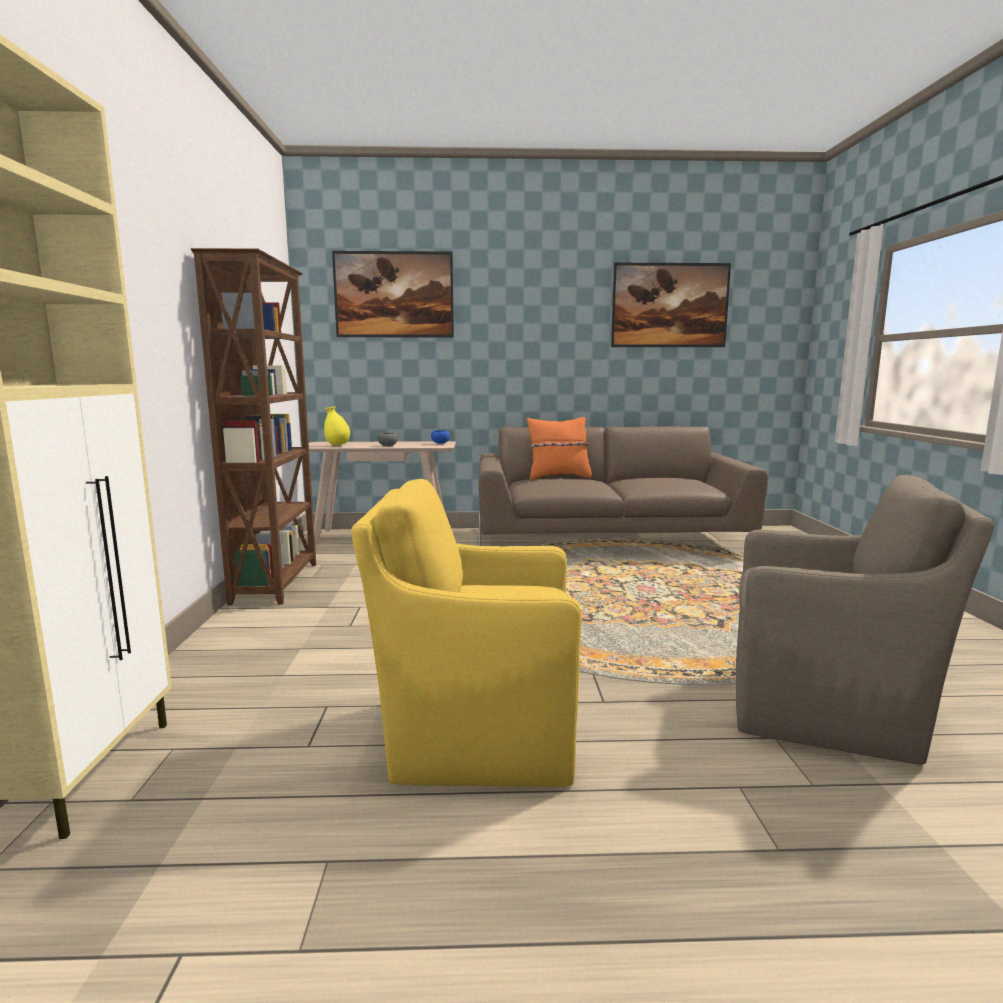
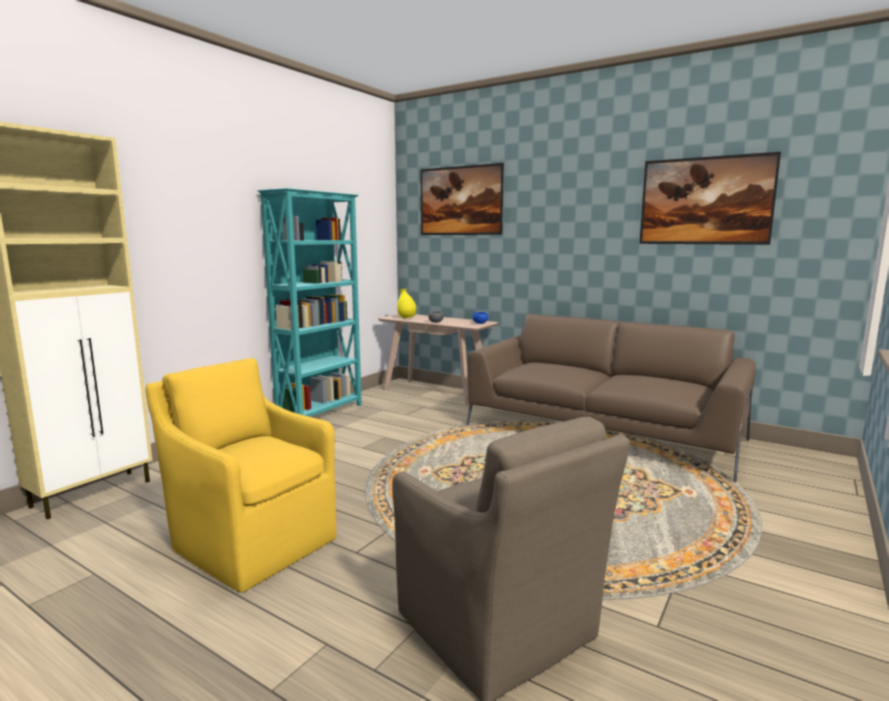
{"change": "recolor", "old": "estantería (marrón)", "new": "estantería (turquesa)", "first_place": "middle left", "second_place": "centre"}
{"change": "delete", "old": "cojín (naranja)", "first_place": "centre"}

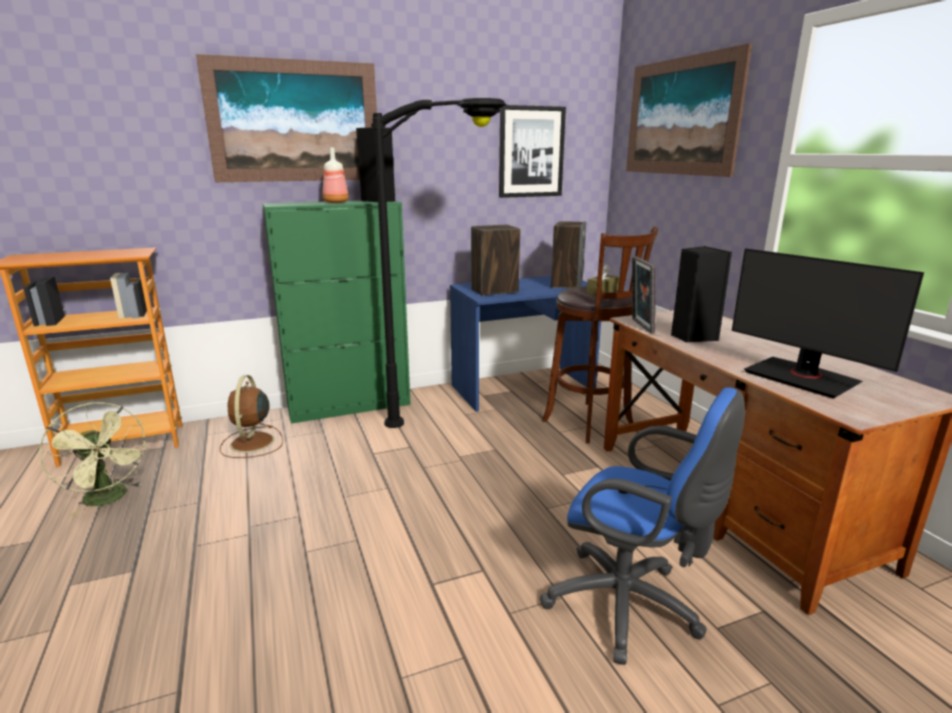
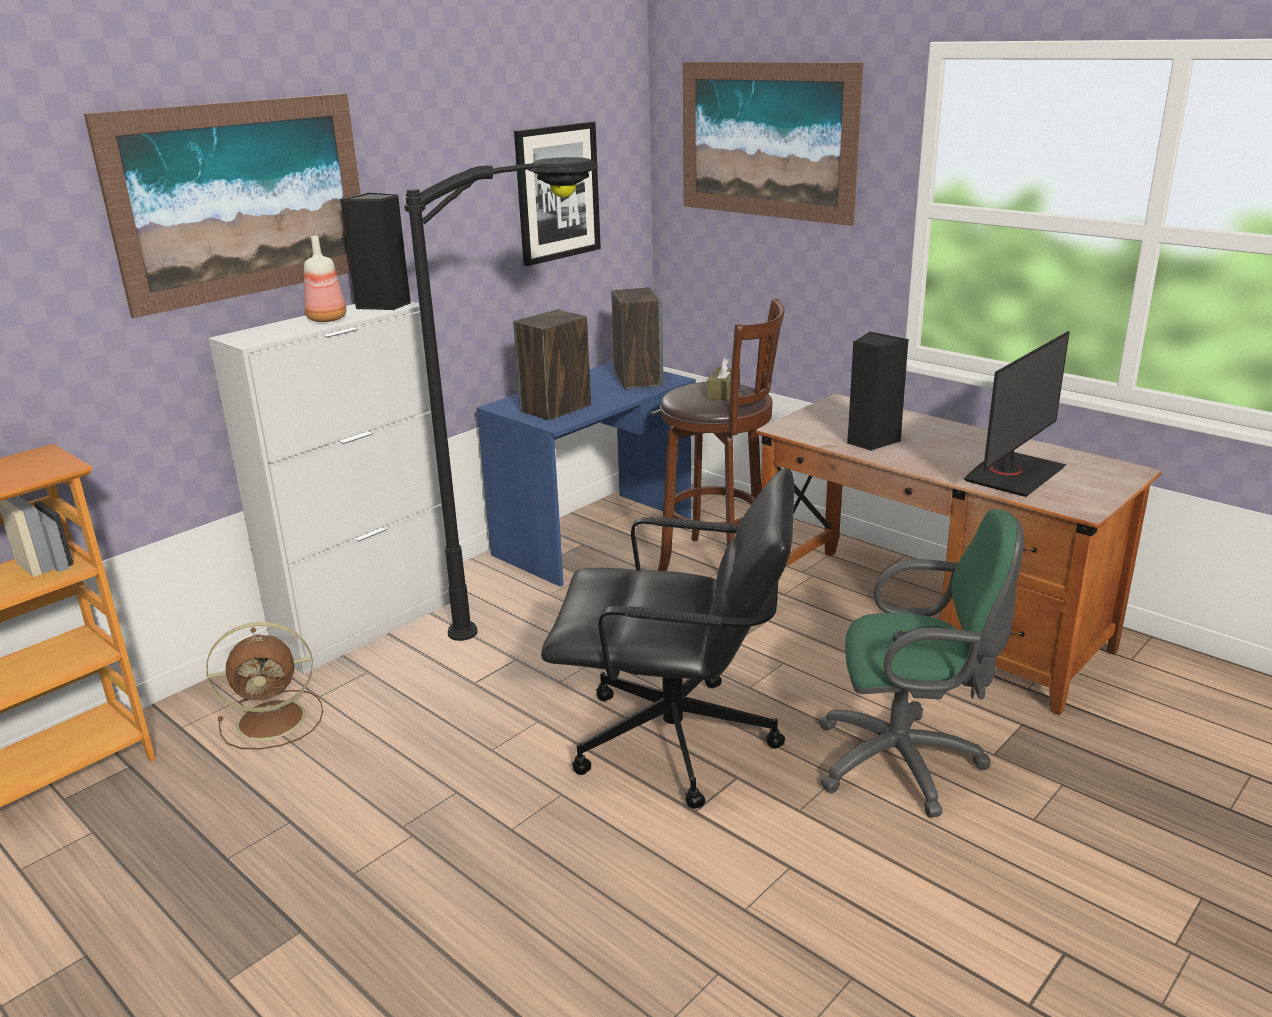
{"change": "recolor", "old": "armario (verde)", "new": "armario (blanco)", "first_place": "centre", "second_place": "middle left"}
{"change": "rotate", "old": "monitor", "first_place": "middle right", "second_place": "middle right", "degrees": -75}
{"change": "delete", "old": "portarretratos", "first_place": "middle right"}
{"change": "rotate", "old": "ventilador (marrón)", "first_place": "middle left", "second_place": "bottom left", "degrees": -75}
{"change": "recolor", "old": "silla de oficina (azul)", "new": "silla de oficina (verde)", "first_place": "bottom right", "second_place": "middle right"}
{"change": "delete", "old": "ventilador (verde)", "first_place": "middle left"}
{"change": "insert", "new": "silla de oficina (negro)", "second_place": "centre"}

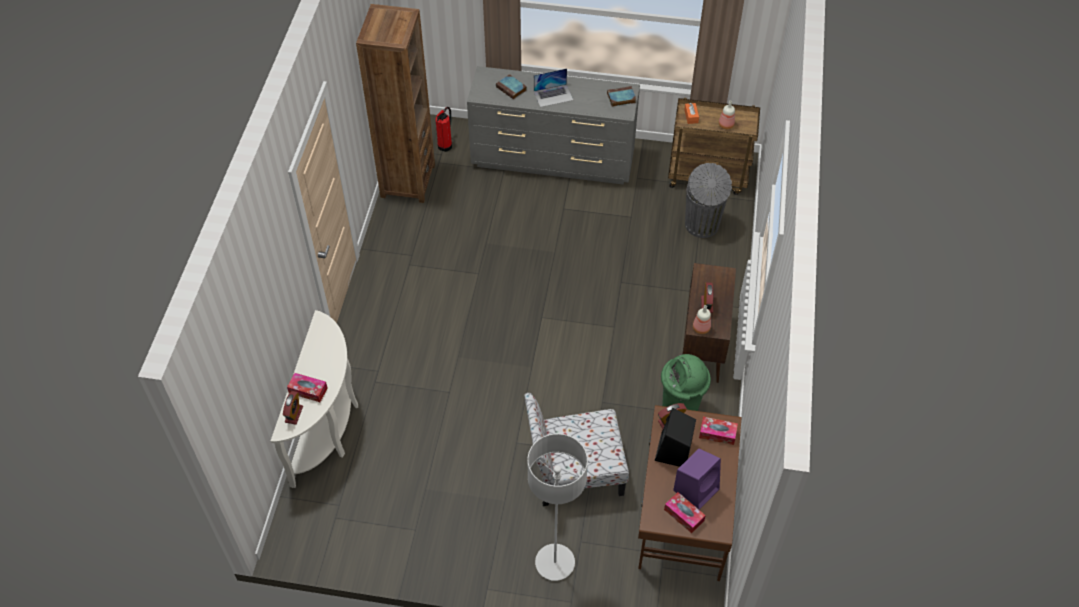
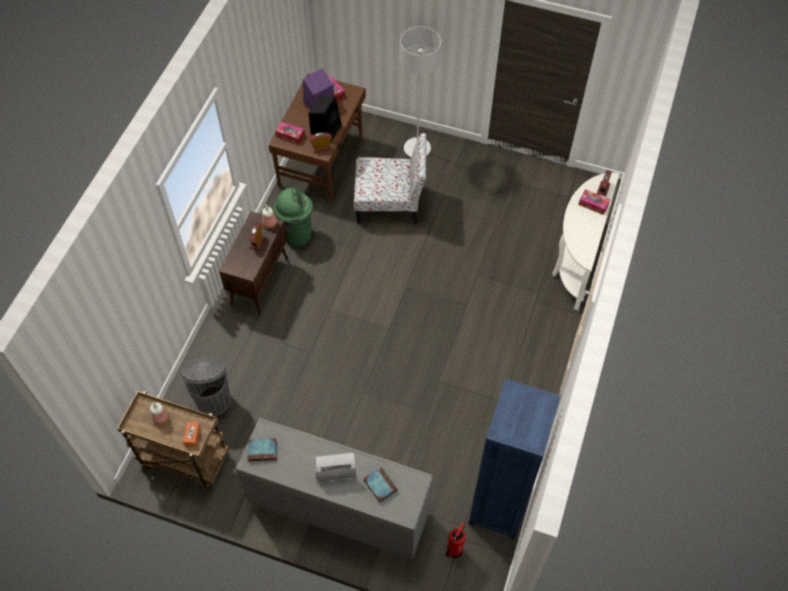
{"change": "recolor", "old": "estantería (marrón)", "new": "estantería (azul)", "first_place": "top centre", "second_place": "bottom centre"}

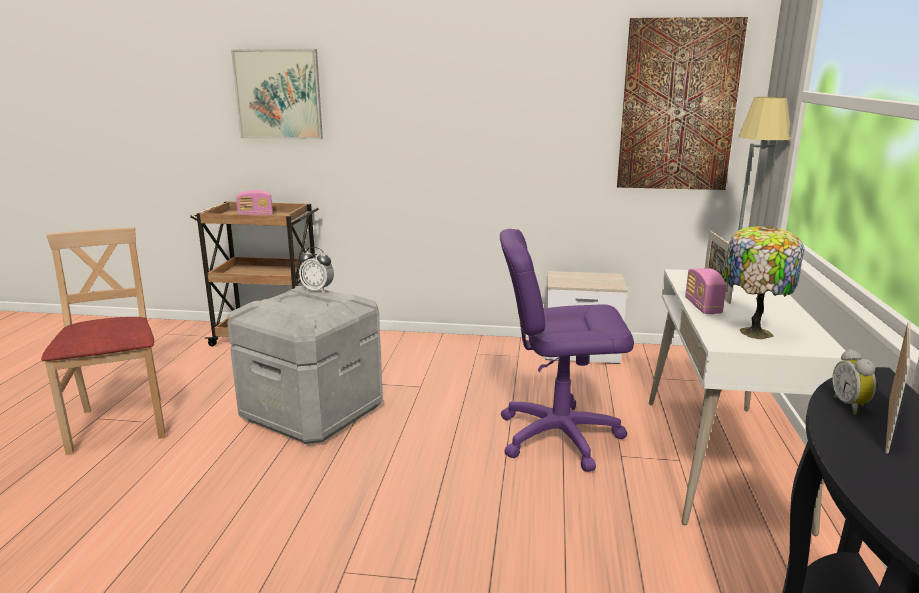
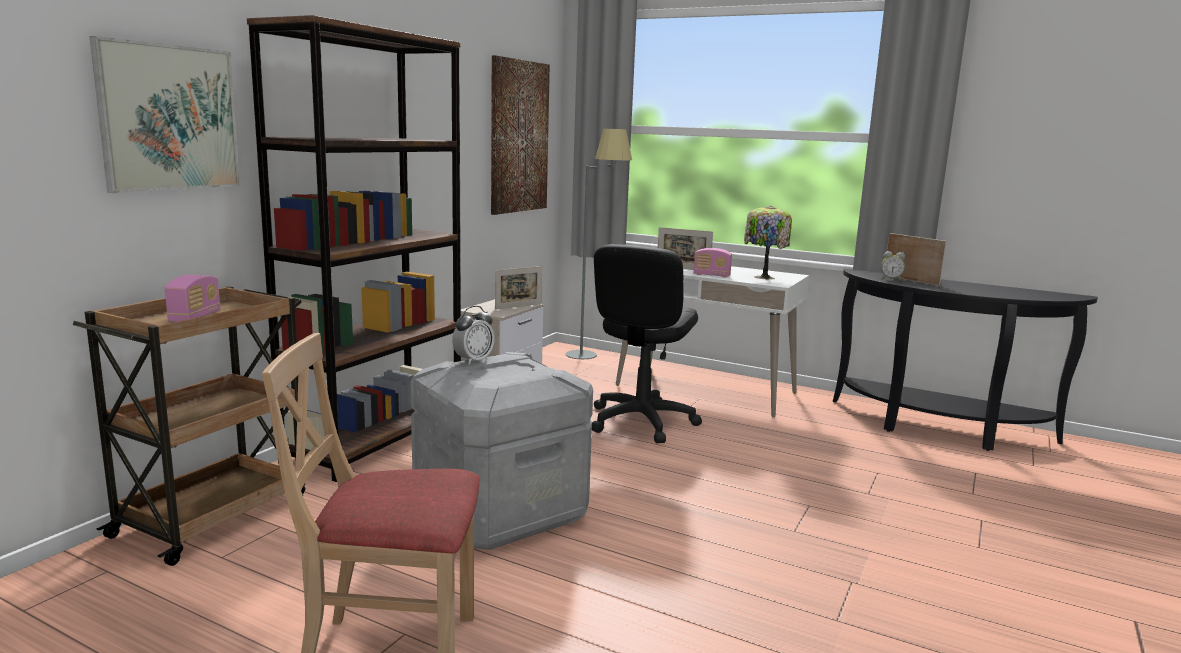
{"change": "recolor", "old": "silla de oficina (morado)", "new": "silla de oficina (negro)", "first_place": "centre", "second_place": "centre"}
{"change": "insert", "new": "estantería (marrón)", "second_place": "middle left"}
{"change": "insert", "new": "portarretratos (1st from left)", "second_place": "centre"}

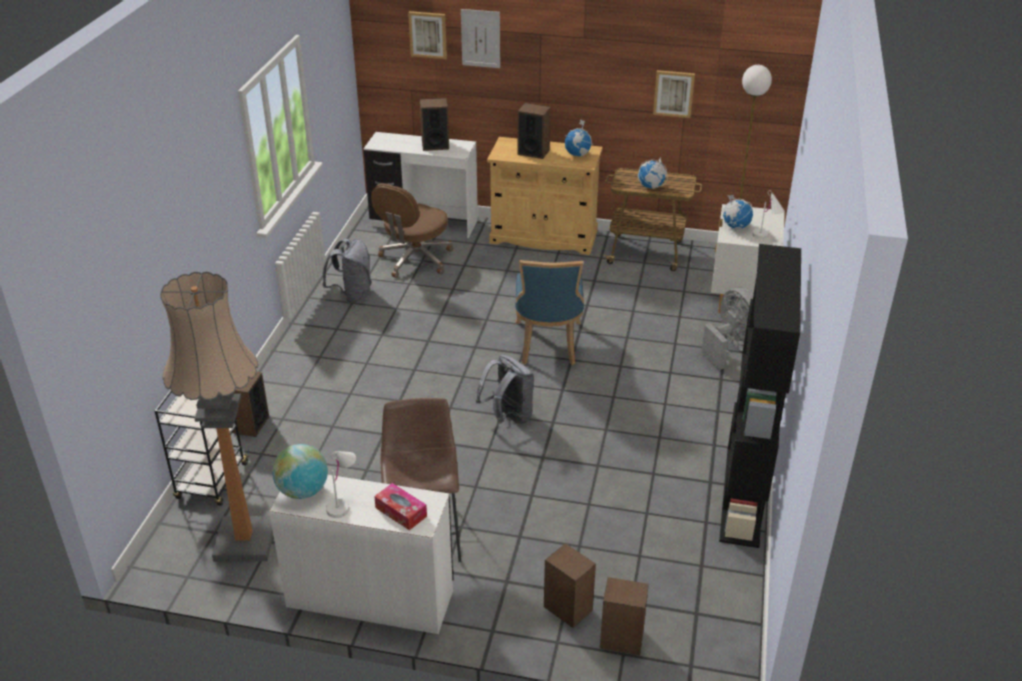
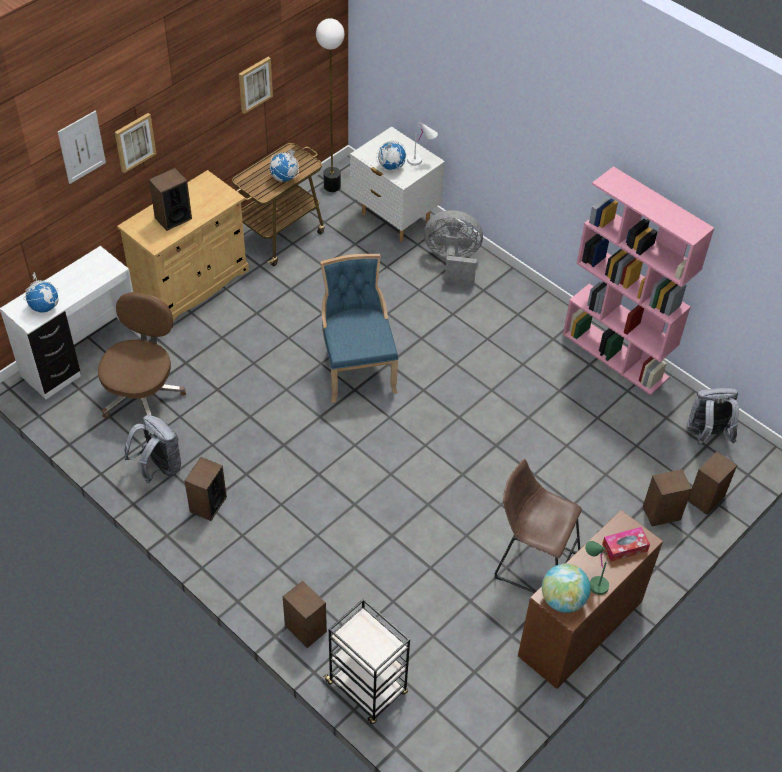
{"change": "move", "old": "cuadro (1st from left in the first image)", "new": "cuadro (2nd from left)", "first_place": "top centre", "second_place": "top left"}
{"change": "move", "old": "altavoz (2nd from left)", "first_place": "top centre", "second_place": "middle left"}
{"change": "move", "old": "globo terráqueo (2nd from left in the first image)", "new": "globo terráqueo (1st from left)", "first_place": "top centre", "second_place": "middle left"}
{"change": "rotate", "old": "silla de oficina (marrón)", "first_place": "centre", "second_place": "middle left", "degrees": -135}
{"change": "recolor", "old": "estantería (negro)", "new": "estantería (rosa)", "first_place": "middle right", "second_place": "middle right"}
{"change": "rotate", "old": "silla (azul)", "first_place": "centre", "second_place": "centre", "degrees": -135}
{"change": "delete", "old": "lámpara de pie (1st from left)", "first_place": "middle left"}
{"change": "move", "old": "mochila (gris) (2nd from left)", "first_place": "centre", "second_place": "middle right"}
{"change": "recolor", "old": "lámpara de mesa (blanco) (1st from left)", "new": "lámpara de mesa (verde)", "first_place": "bottom centre", "second_place": "bottom right"}
{"change": "recolor", "old": "escritorio (blanco) (1st from left)", "new": "escritorio (marrón)", "first_place": "bottom centre", "second_place": "bottom right"}

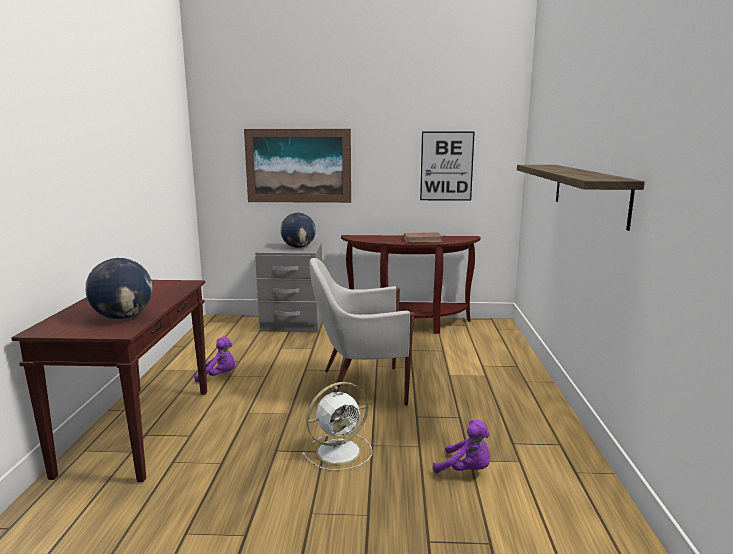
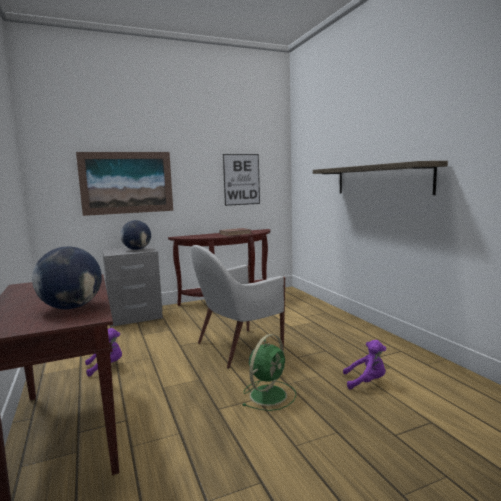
{"change": "recolor", "old": "ventilador (blanco)", "new": "ventilador (verde)", "first_place": "bottom centre", "second_place": "bottom centre"}

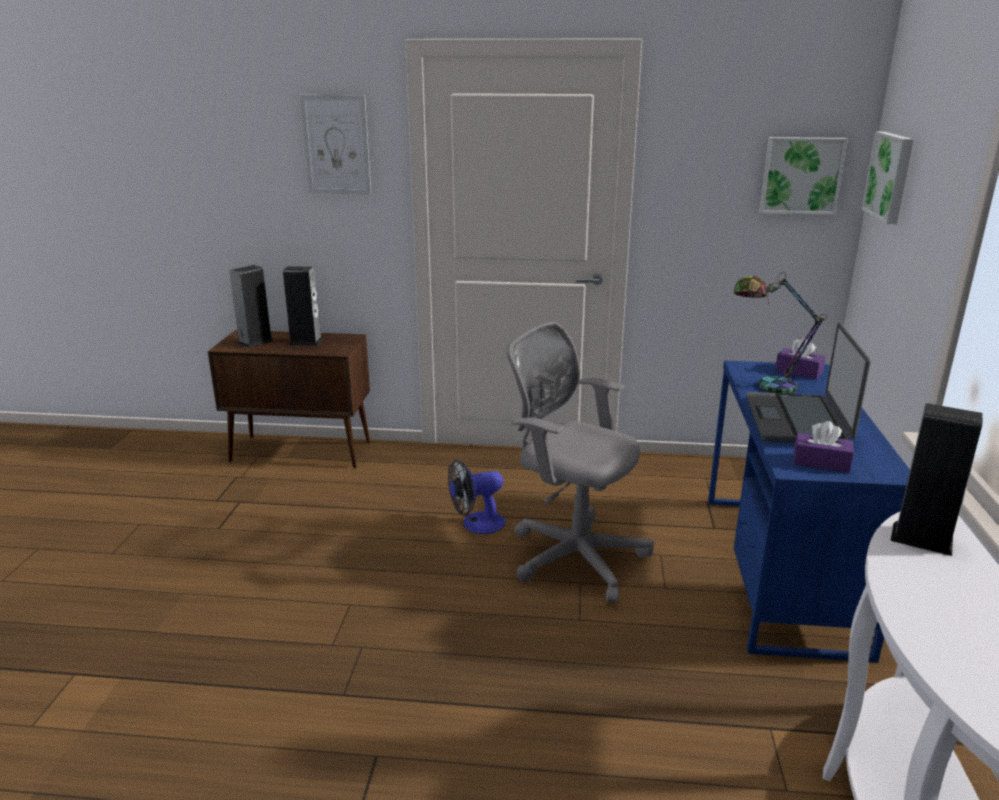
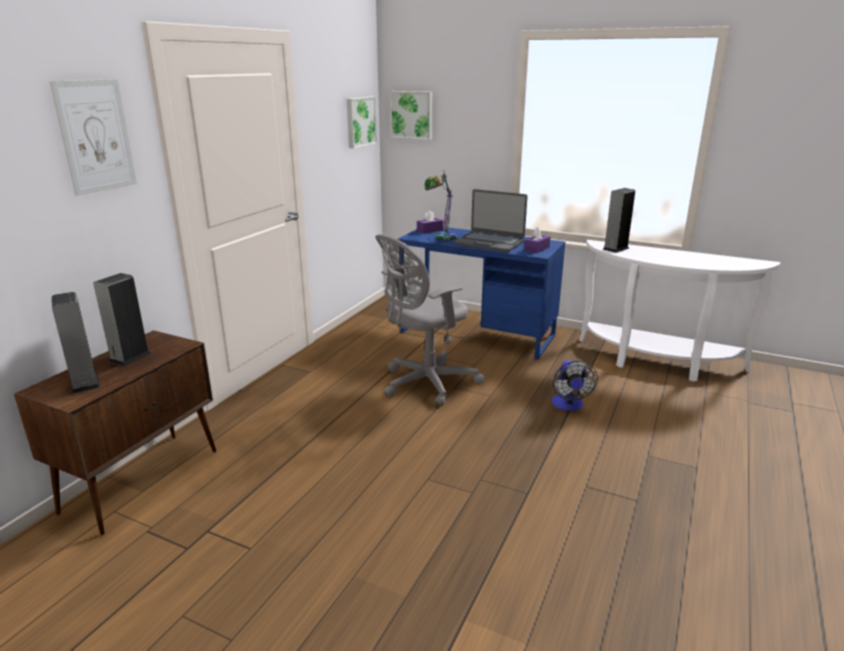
{"change": "move", "old": "ventilador", "first_place": "centre", "second_place": "middle right"}

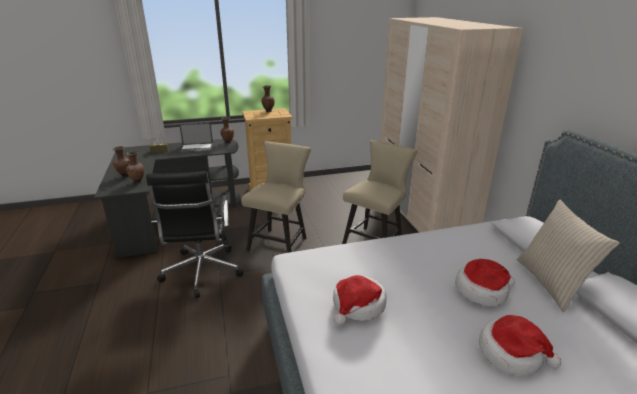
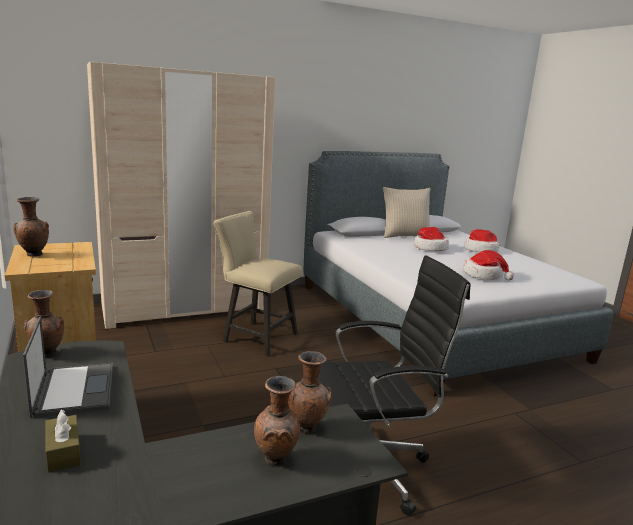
{"change": "delete", "old": "silla (beis) (1st from left)", "first_place": "centre"}

